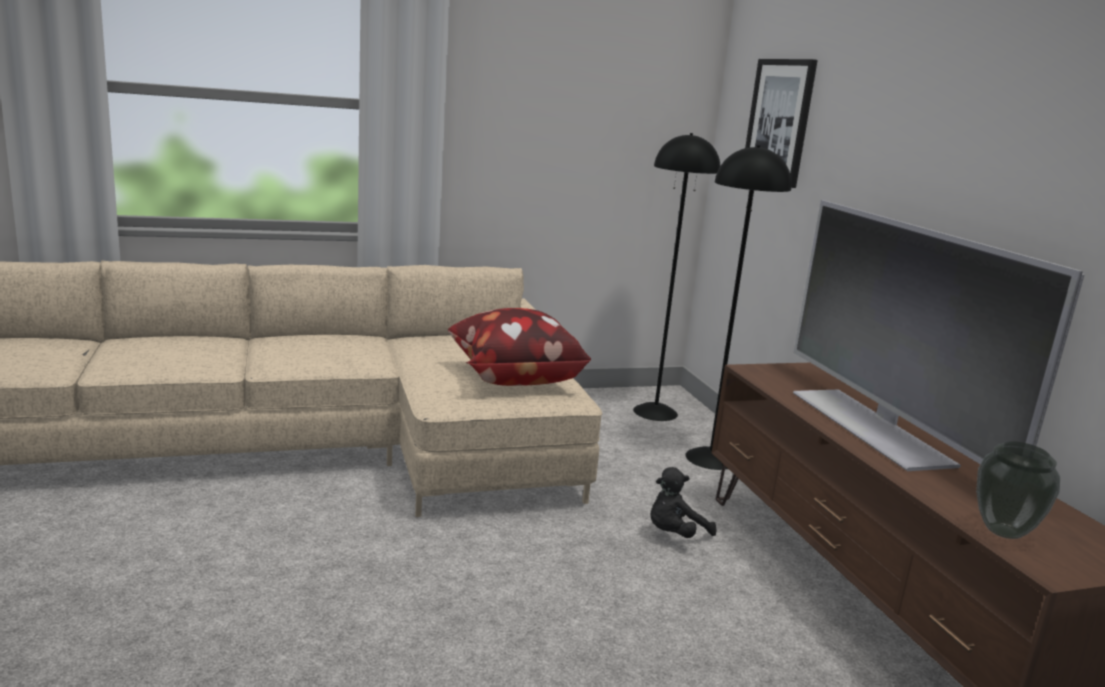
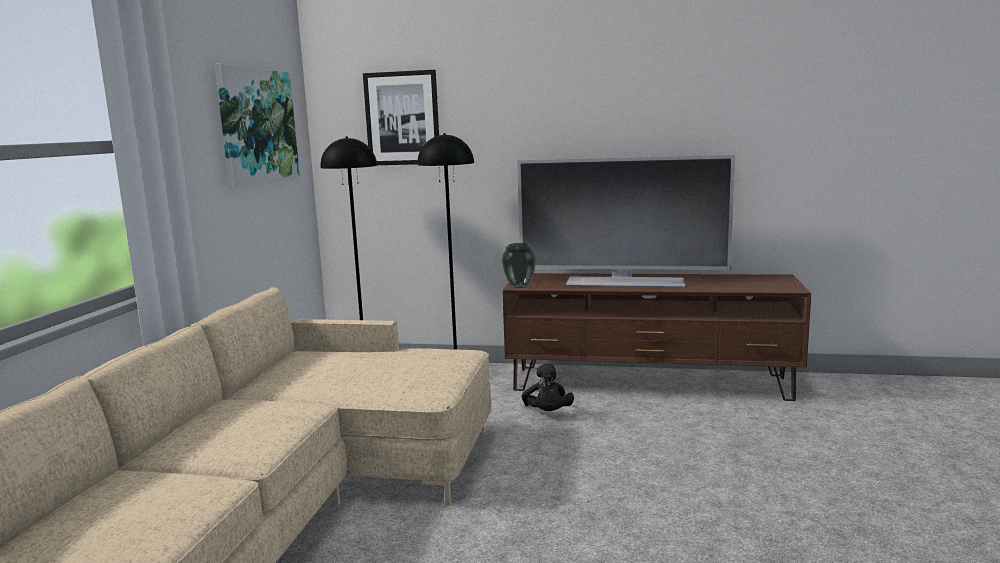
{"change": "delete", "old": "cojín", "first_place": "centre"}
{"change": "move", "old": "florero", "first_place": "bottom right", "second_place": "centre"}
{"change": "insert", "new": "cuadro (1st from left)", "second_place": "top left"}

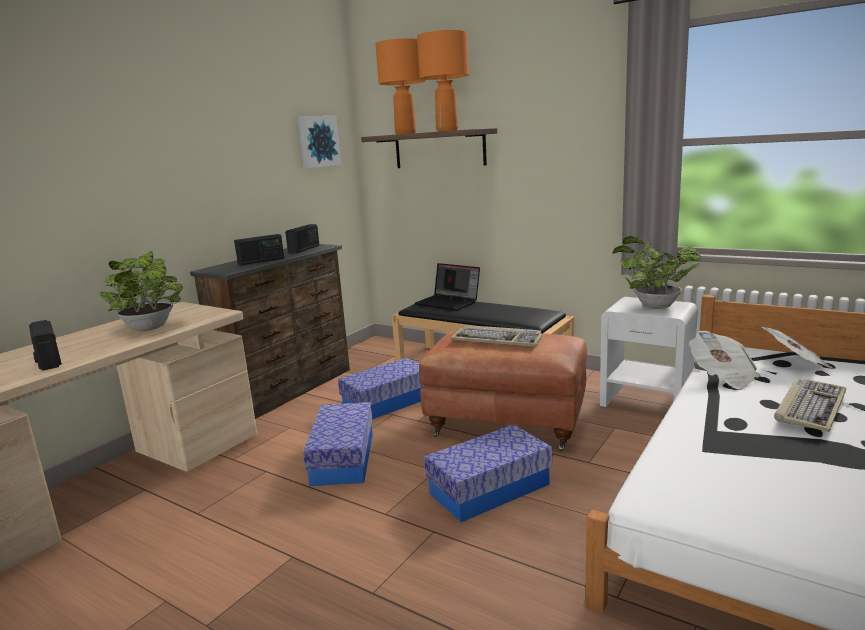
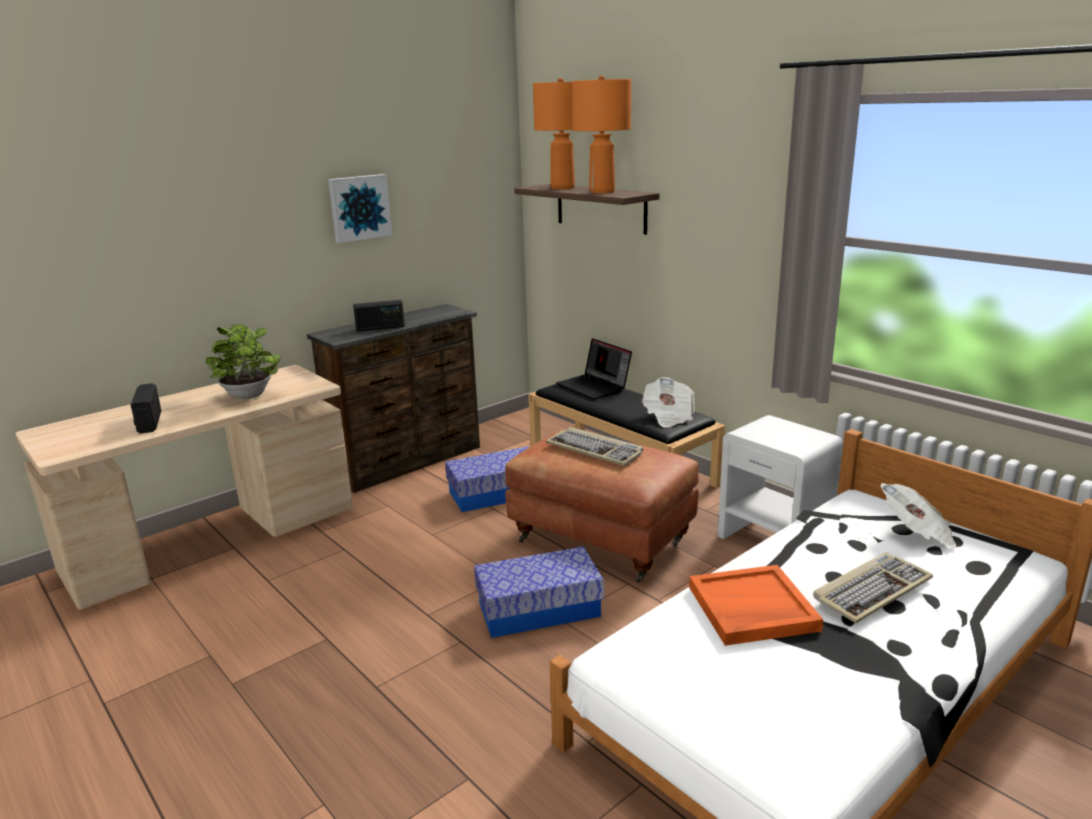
{"change": "move", "old": "cuadro", "first_place": "top centre", "second_place": "top left"}
{"change": "delete", "old": "radio (3rd from left)", "first_place": "centre"}
{"change": "delete", "old": "planta en maceta (2nd from left)", "first_place": "middle right"}
{"change": "move", "old": "periódico (1st from left)", "first_place": "middle right", "second_place": "centre"}
{"change": "delete", "old": "caja de almacenaje (1st from left)", "first_place": "bottom centre"}
{"change": "insert", "new": "bandeja (naranja)", "second_place": "bottom right"}

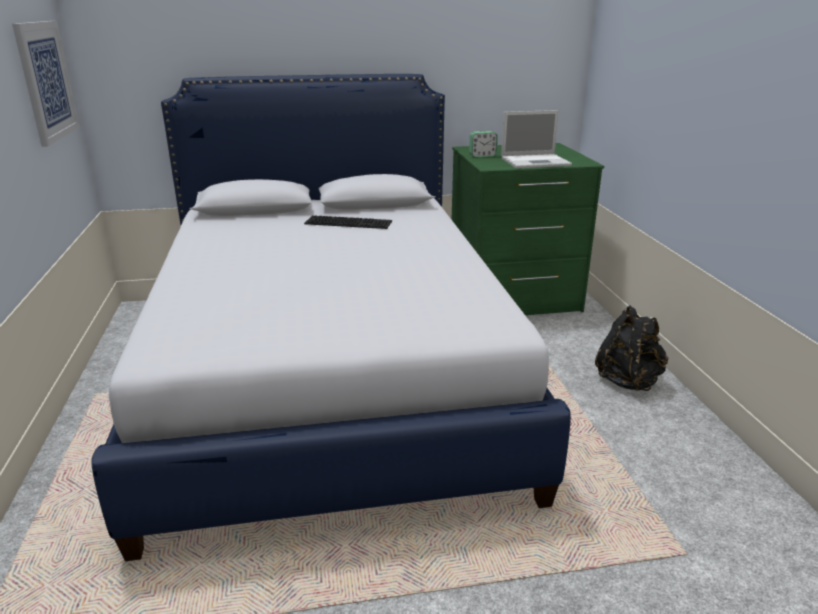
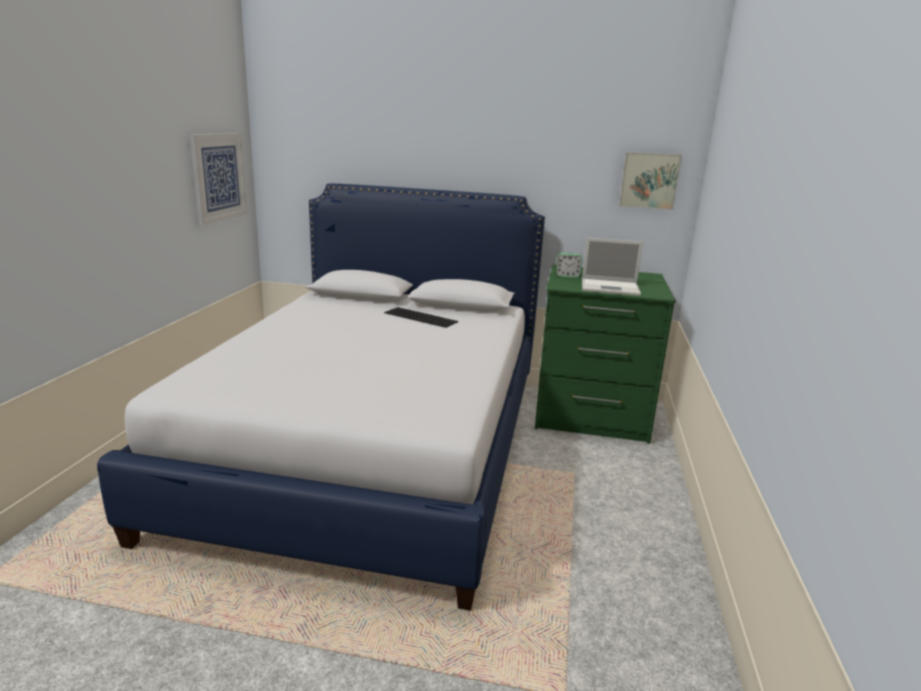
{"change": "delete", "old": "mochila (negro)", "first_place": "middle right"}
{"change": "insert", "new": "cuadro (2nd from left)", "second_place": "top right"}

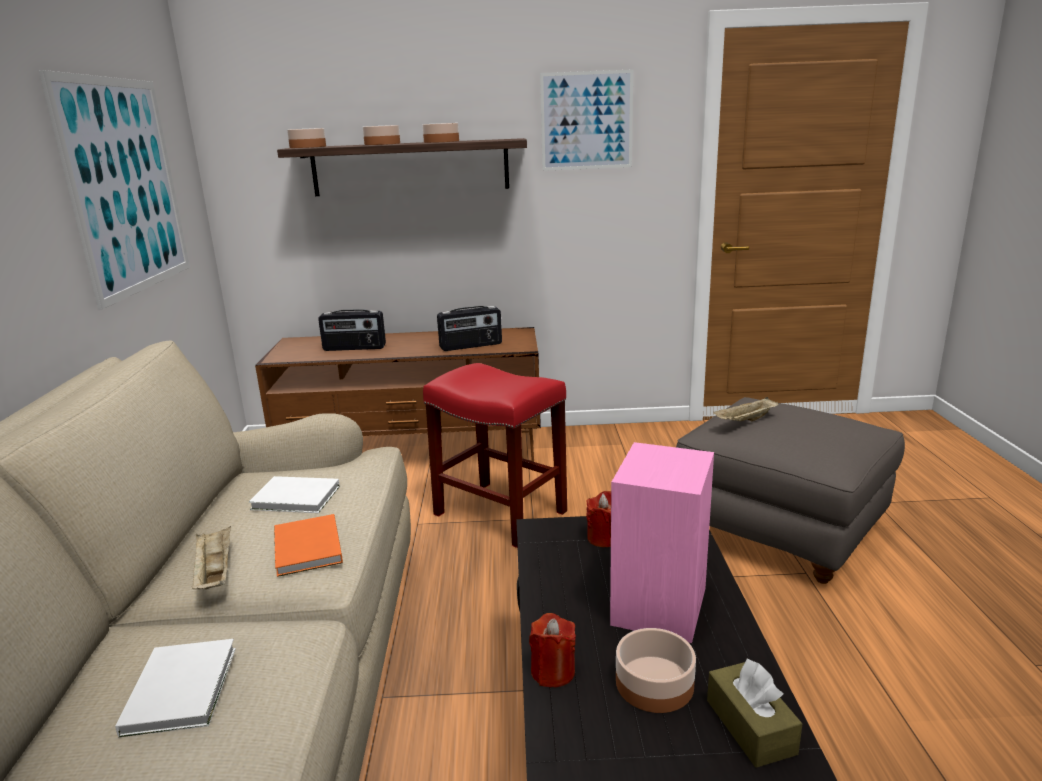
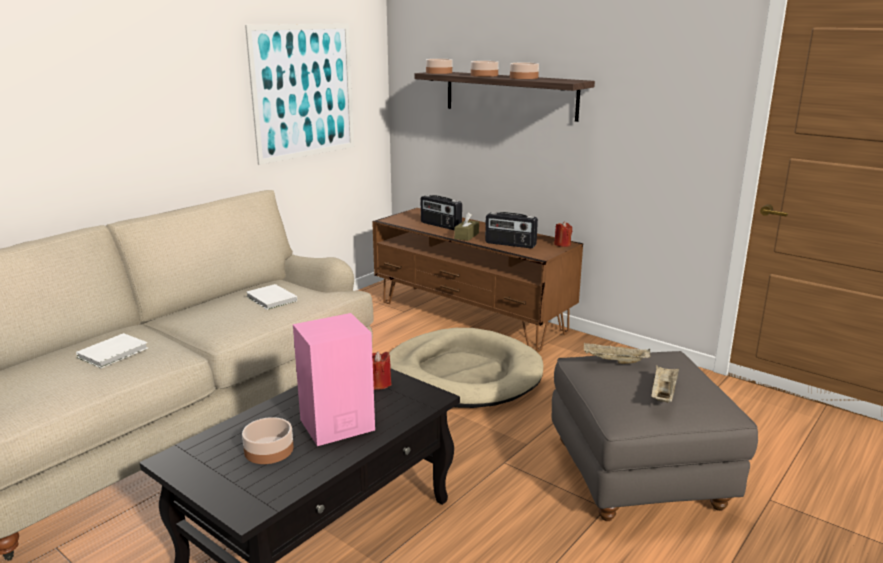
{"change": "delete", "old": "cuadro (2nd from left)", "first_place": "top centre"}
{"change": "replace", "old": "taburete (rojo)", "new": "cama para perro (beis)", "first_place": "centre", "second_place": "centre"}
{"change": "delete", "old": "libro (naranja)", "first_place": "bottom left"}
{"change": "move", "old": "bandeja (beis) (1st from left in the first image)", "new": "bandeja (beis) (2nd from left)", "first_place": "bottom left", "second_place": "bottom right"}
{"change": "move", "old": "vela (rojo) (1st from left in the first image)", "new": "vela (rojo) (2nd from left)", "first_place": "bottom centre", "second_place": "centre"}
{"change": "move", "old": "caja de pañuelos (marrón)", "first_place": "bottom right", "second_place": "centre"}

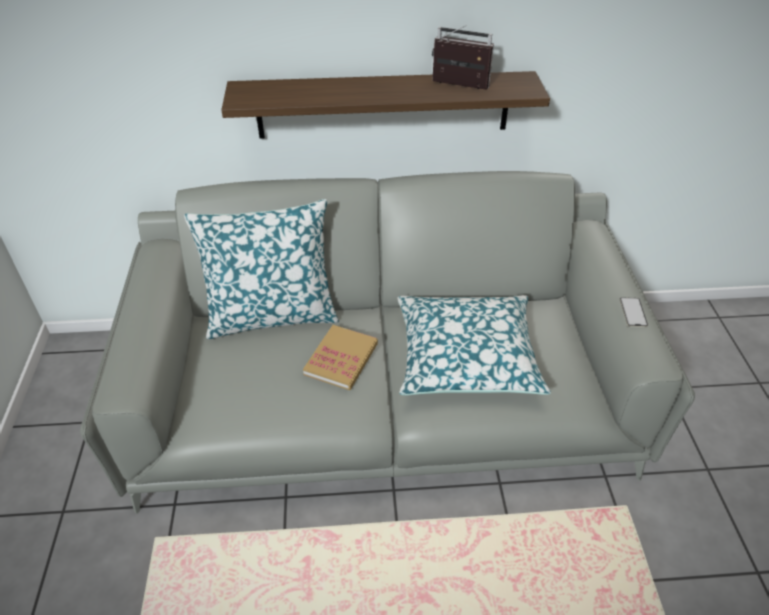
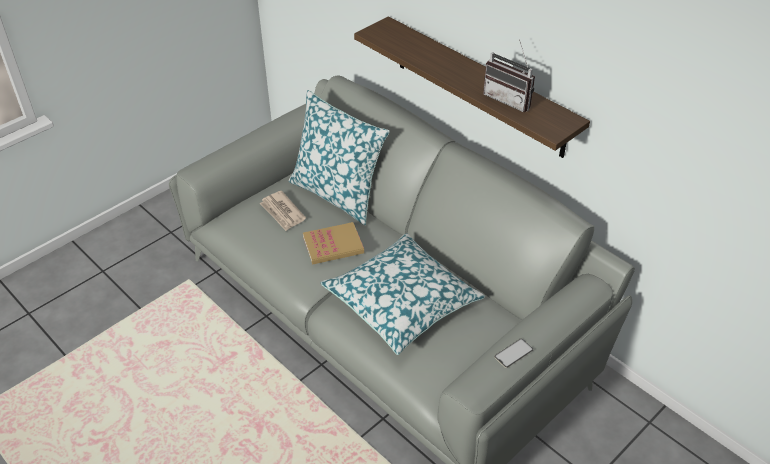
{"change": "rotate", "old": "radio", "first_place": "top centre", "second_place": "top centre", "degrees": 150}
{"change": "insert", "new": "periódico", "second_place": "centre"}

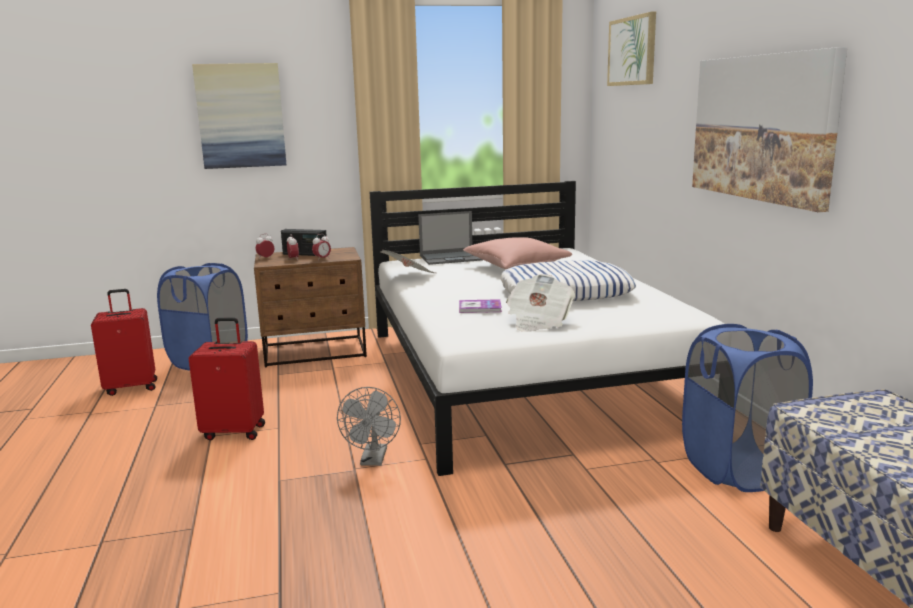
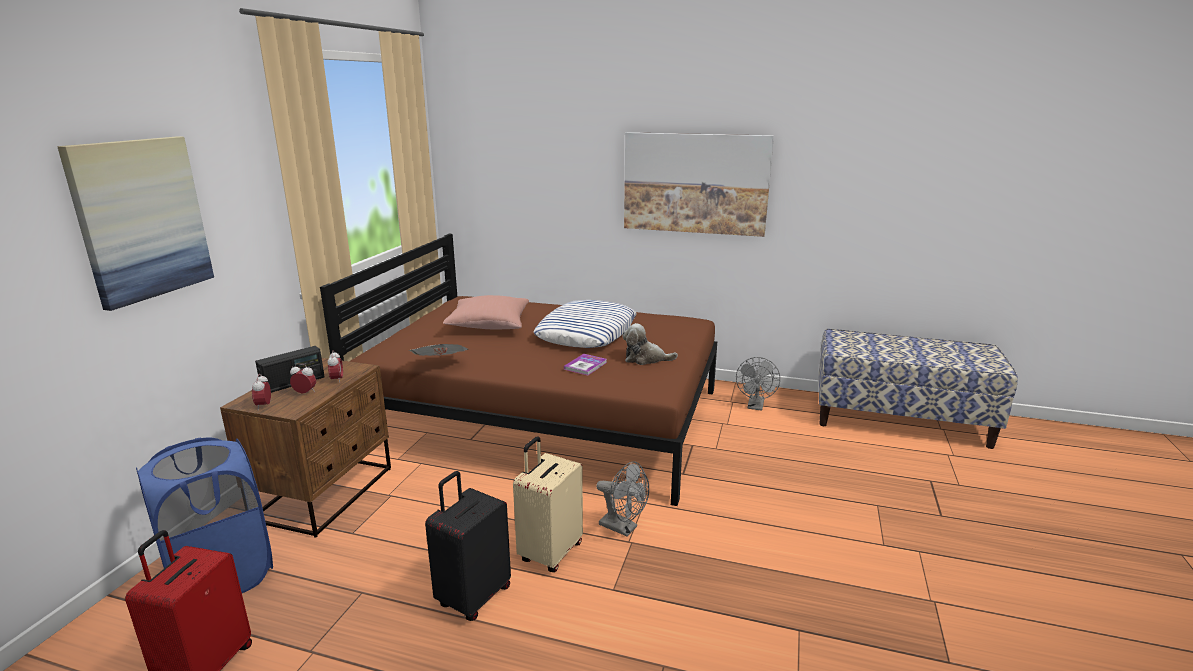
{"change": "delete", "old": "cuadro (2nd from left)", "first_place": "top right"}
{"change": "recolor", "old": "cama (blanco)", "new": "cama (marrón)", "first_place": "centre", "second_place": "centre"}
{"change": "delete", "old": "portátil", "first_place": "centre"}
{"change": "replace", "old": "periódico (2nd from left)", "new": "peluche", "first_place": "centre", "second_place": "centre"}
{"change": "recolor", "old": "maleta (rojo) (2nd from left)", "new": "maleta (negro)", "first_place": "middle left", "second_place": "bottom centre"}
{"change": "replace", "old": "cesto de la ropa (azul) (2nd from left)", "new": "ventilador (gris) (2nd from left)", "first_place": "bottom right", "second_place": "centre"}
{"change": "insert", "new": "maleta (beis)", "second_place": "bottom centre"}

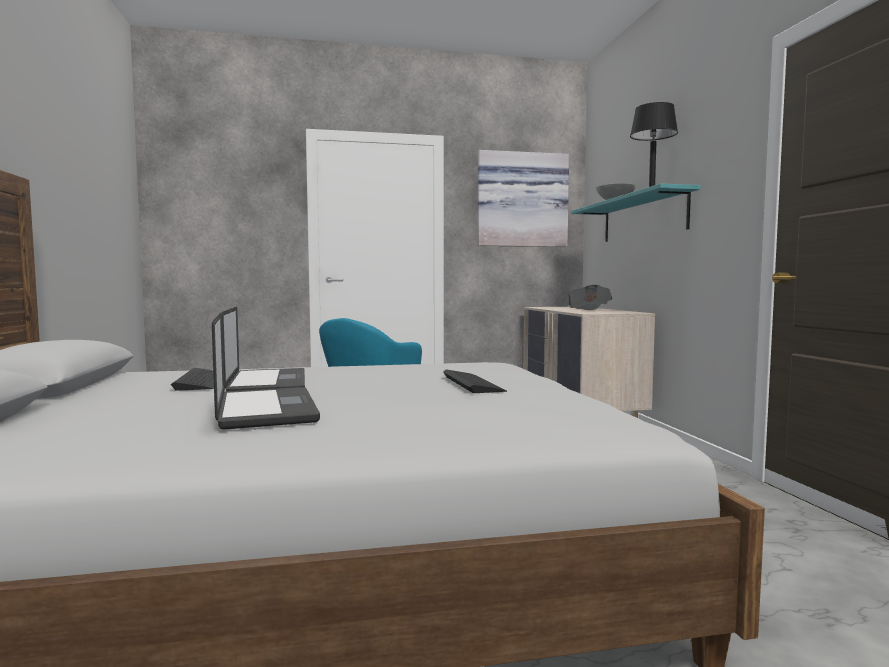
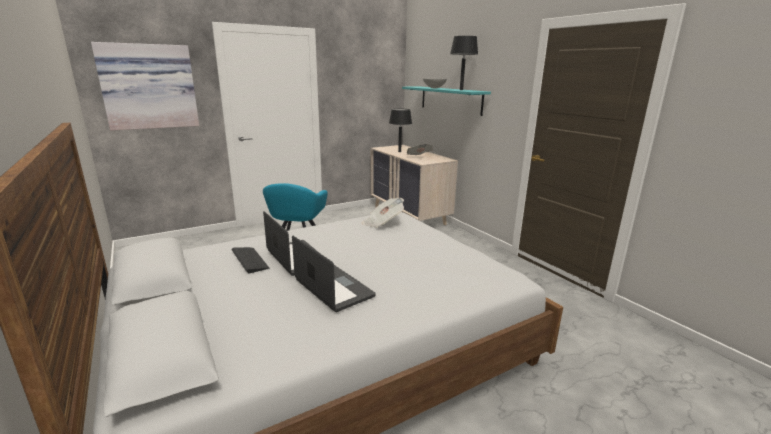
{"change": "move", "old": "cuadro", "first_place": "top centre", "second_place": "top left"}
{"change": "delete", "old": "teclado (2nd from left)", "first_place": "centre"}
{"change": "insert", "new": "lámpara de mesa (negro) (1st from left)", "second_place": "top centre"}
{"change": "insert", "new": "periódico (1st from left)", "second_place": "centre"}

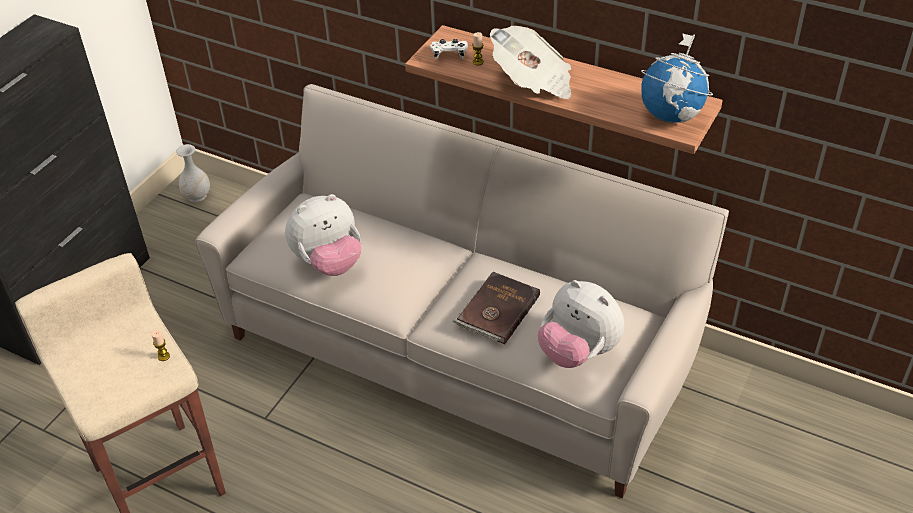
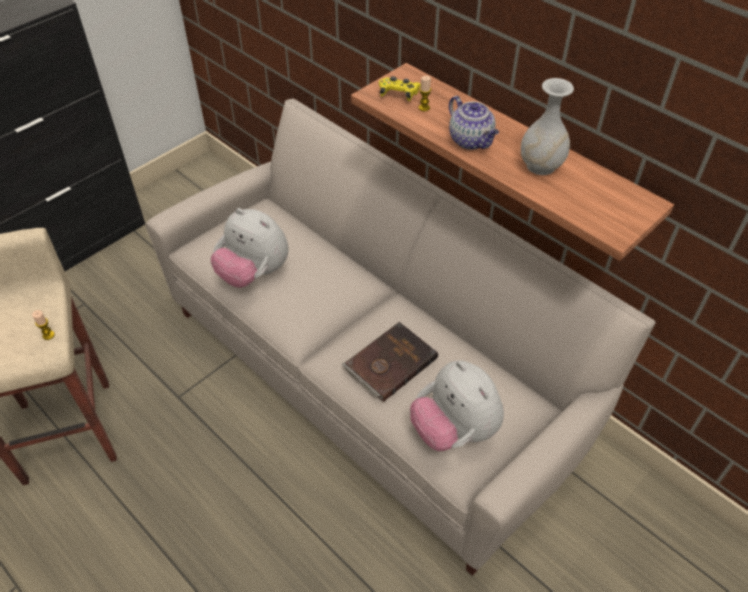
{"change": "replace", "old": "periódico", "new": "tetera", "first_place": "top centre", "second_place": "top centre"}
{"change": "delete", "old": "globo terráqueo", "first_place": "top right"}
{"change": "recolor", "old": "mando de consola (blanco)", "new": "mando de consola (amarillo)", "first_place": "top centre", "second_place": "top centre"}
{"change": "move", "old": "florero (blanco)", "first_place": "middle left", "second_place": "top right"}
{"change": "rotate", "old": "peluche (1st from left)", "first_place": "centre", "second_place": "centre", "degrees": 45}

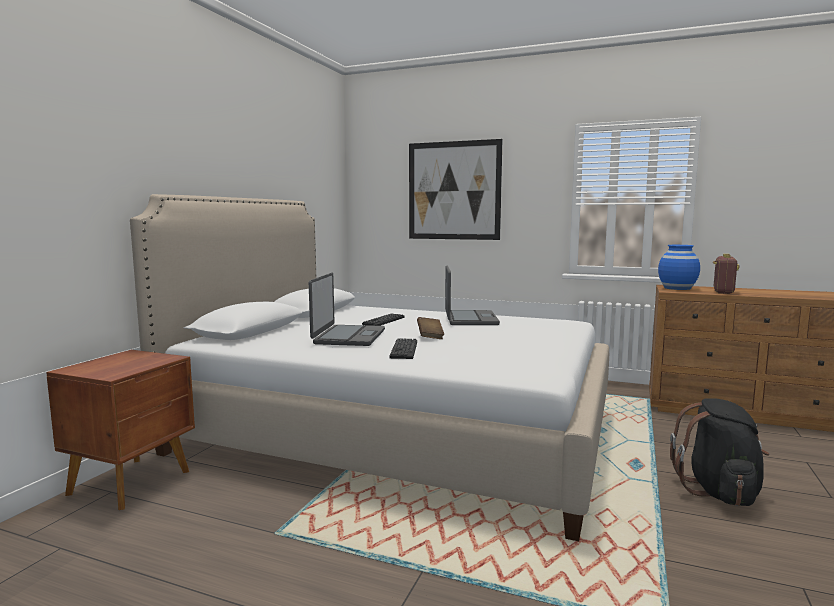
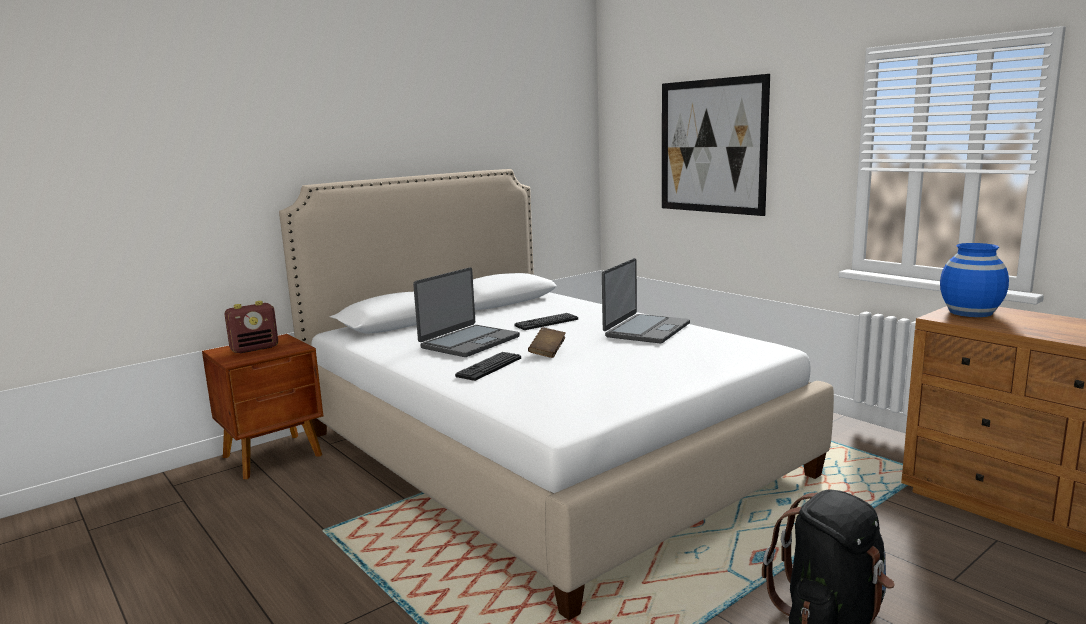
{"change": "move", "old": "radio", "first_place": "middle right", "second_place": "middle left"}

